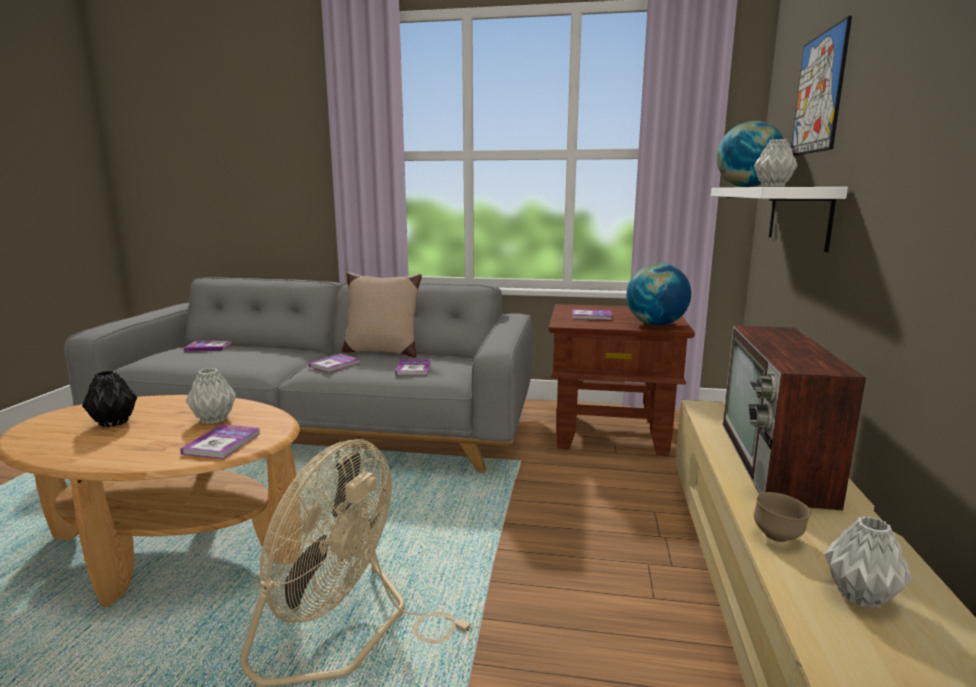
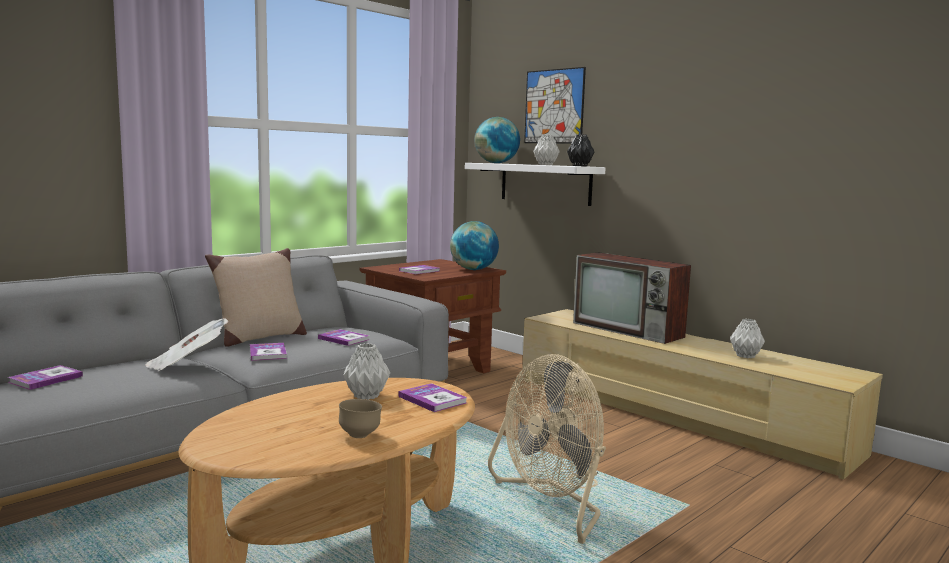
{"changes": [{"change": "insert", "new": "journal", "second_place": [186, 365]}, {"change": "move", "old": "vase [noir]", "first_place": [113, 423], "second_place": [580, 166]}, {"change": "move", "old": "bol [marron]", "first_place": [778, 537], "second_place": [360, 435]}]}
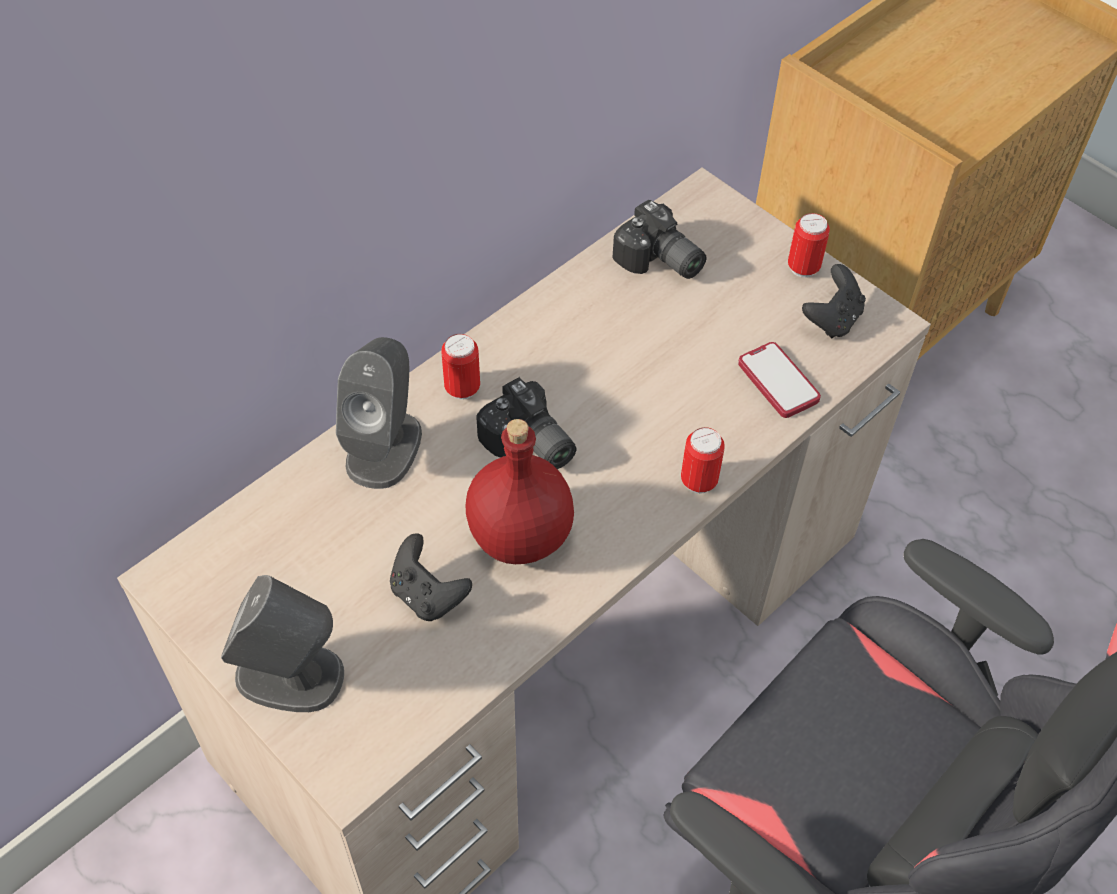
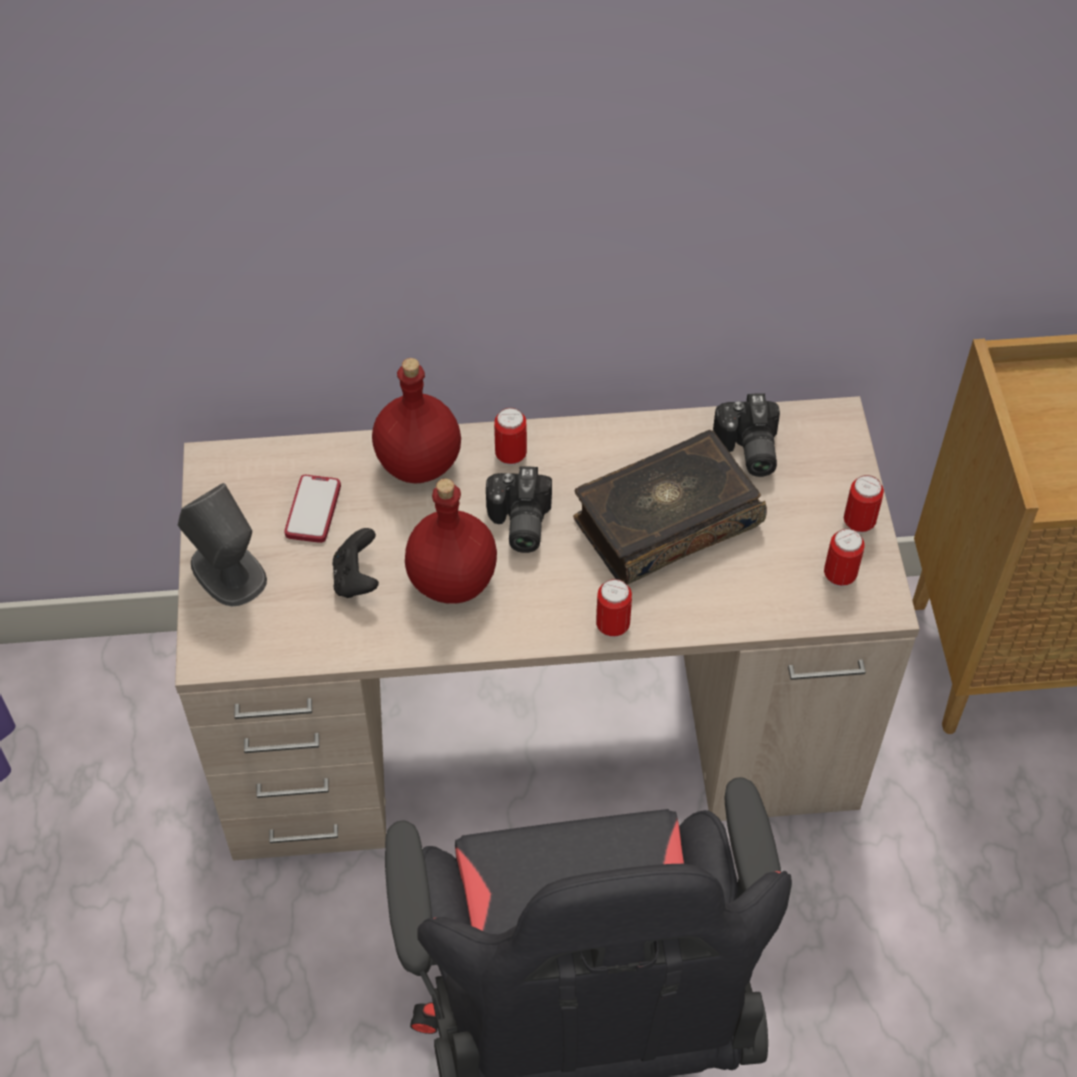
{"changes": [{"change": "insert", "new": "livre", "second_place": [665, 521]}, {"change": "move", "old": "téléphone", "first_place": [778, 381], "second_place": [313, 510]}, {"change": "replace", "old": "enceinte [gris]", "new": "bouteille [rouge]", "first_place": [384, 447], "second_place": [420, 463]}, {"change": "replace", "old": "manette [noir]", "new": "boîte métallique", "first_place": [832, 319], "second_place": [839, 575]}]}
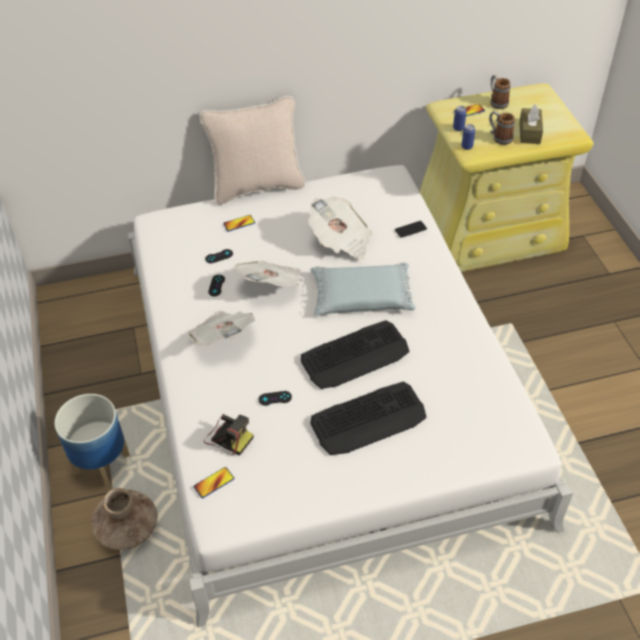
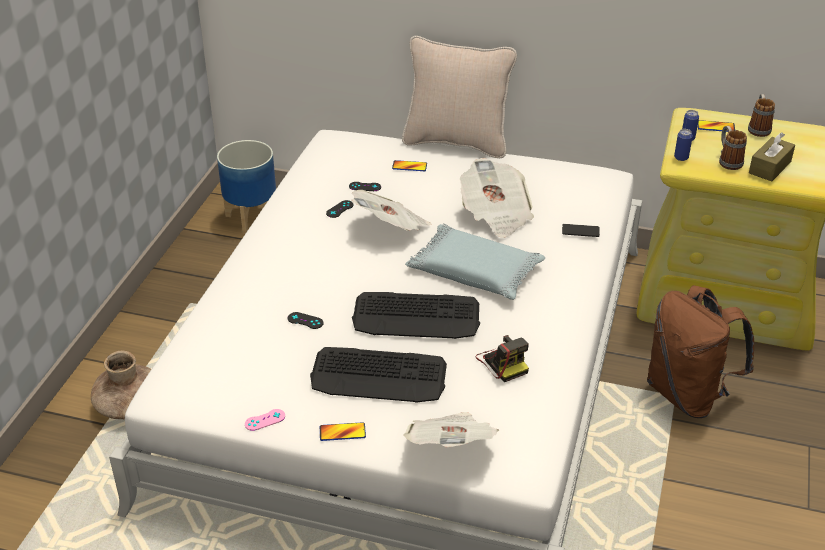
{"changes": [{"change": "insert", "new": "manette [rose]", "second_place": [265, 420]}, {"change": "insert", "new": "sac à dos [marron]", "second_place": [688, 395]}, {"change": "move", "old": "cache-pot", "first_place": [101, 463], "second_place": [251, 217]}, {"change": "move", "old": "journal", "first_place": [222, 338], "second_place": [451, 447]}, {"change": "move", "old": "téléphone", "first_place": [214, 483], "second_place": [342, 432]}, {"change": "move", "old": "appareil photo", "first_place": [228, 437], "second_place": [502, 362]}]}
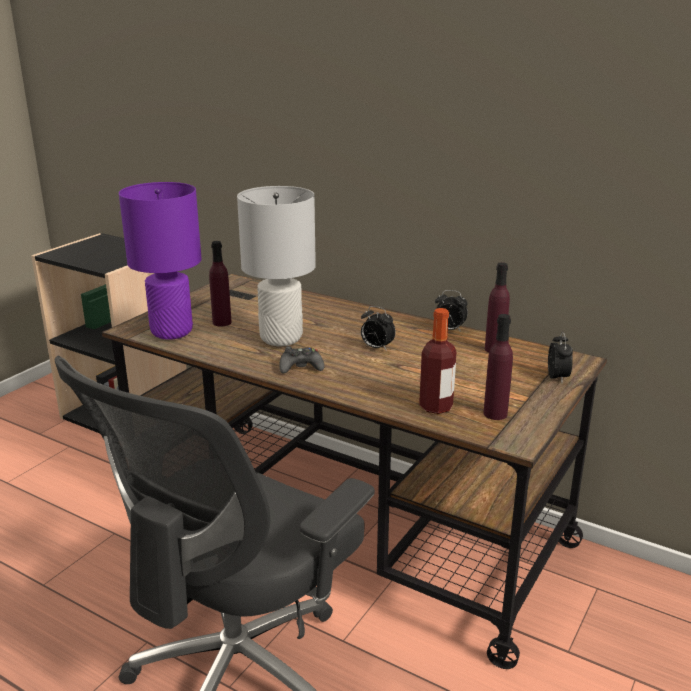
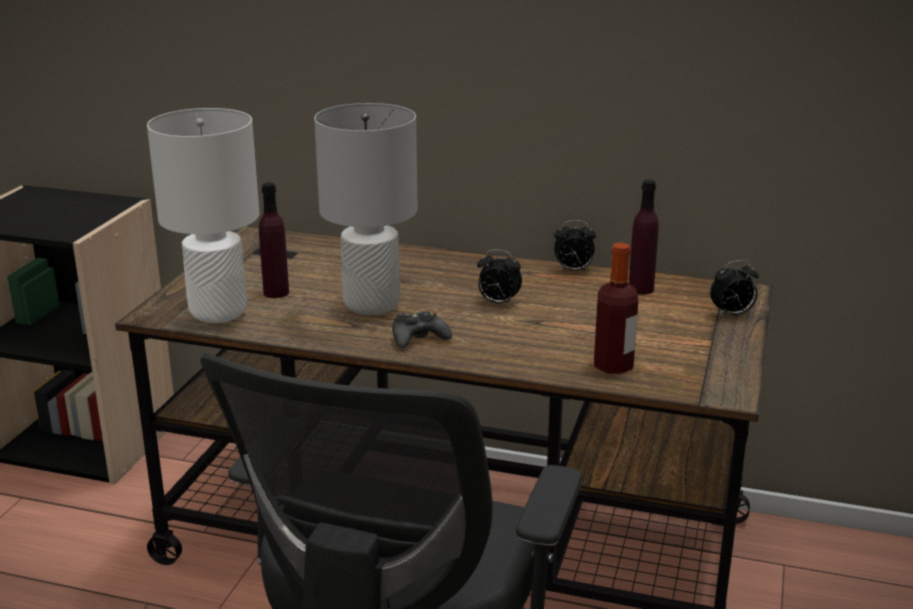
{"changes": [{"change": "delete", "old": "bouteille [violet]", "first_place": [495, 414]}, {"change": "recolor", "old": "lampe de table [violet]", "new": "lampe de table [blanc]", "first_place": [171, 334], "second_place": [217, 316]}, {"change": "rotate", "old": "réveil", "first_place": [557, 378], "second_place": [732, 314], "degrees": 90}]}
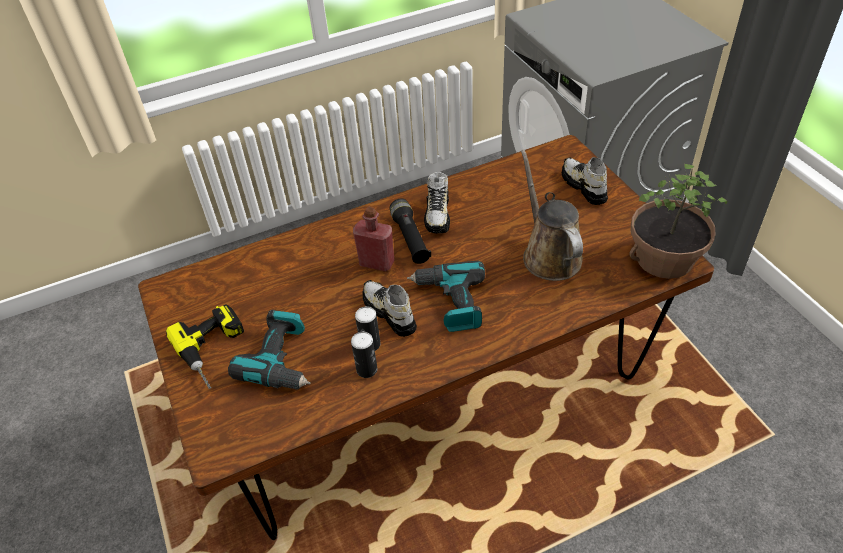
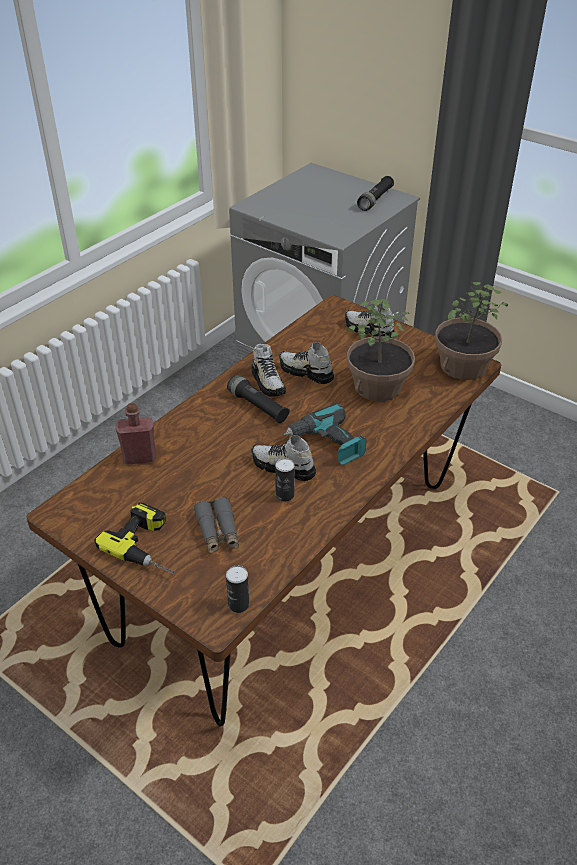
{"changes": [{"change": "insert", "new": "chaussure", "second_place": [306, 372]}, {"change": "insert", "new": "lampe de poche [noir]", "second_place": [375, 200]}, {"change": "move", "old": "boîte métallique", "first_place": [367, 369], "second_place": [238, 604]}, {"change": "move", "old": "bouteille [rouge]", "first_place": [376, 263], "second_place": [140, 458]}, {"change": "replace", "old": "perceuse", "new": "jumelles [gris]", "first_place": [282, 360], "second_place": [218, 532]}, {"change": "replace", "old": "arrosoir [marron]", "new": "plante en pot", "first_place": [549, 254], "second_place": [378, 387]}]}
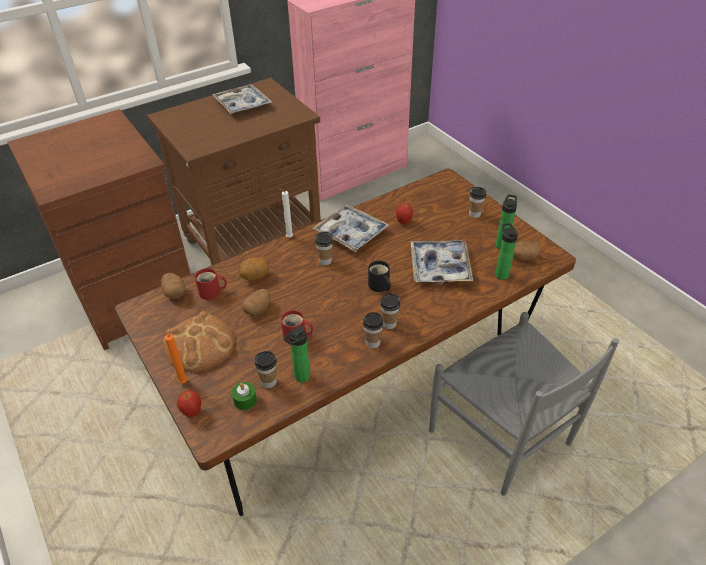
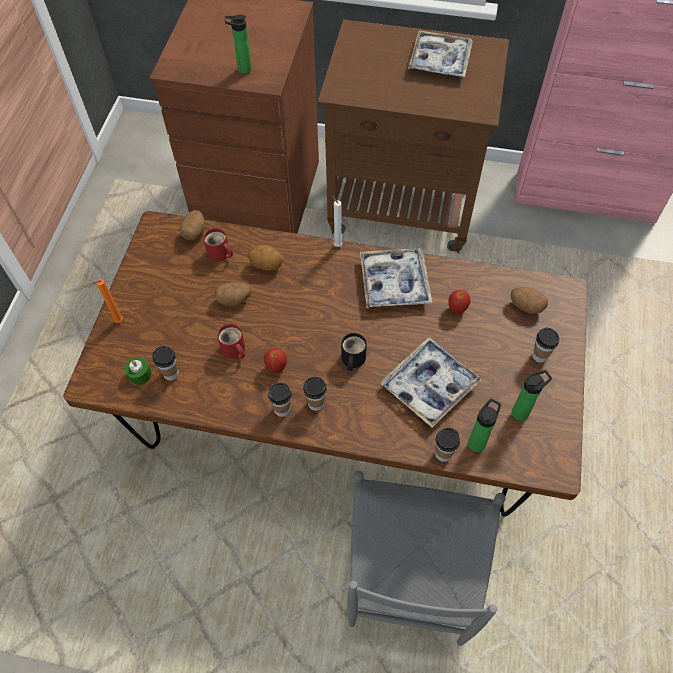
{"changes": [{"change": "delete", "old": "pain", "first_place": [199, 344]}, {"change": "move", "old": "pomme", "first_place": [192, 412], "second_place": [276, 367]}, {"change": "move", "old": "bouteille", "first_place": [300, 378], "second_place": [242, 69]}, {"change": "move", "old": "tasse", "first_place": [325, 261], "second_place": [443, 454]}, {"change": "move", "old": "pomme de terre", "first_place": [523, 257], "second_place": [526, 306]}]}
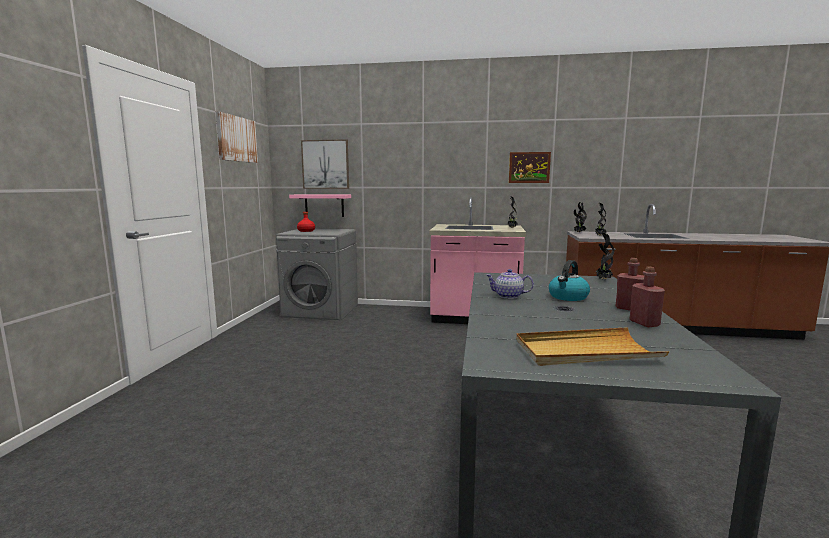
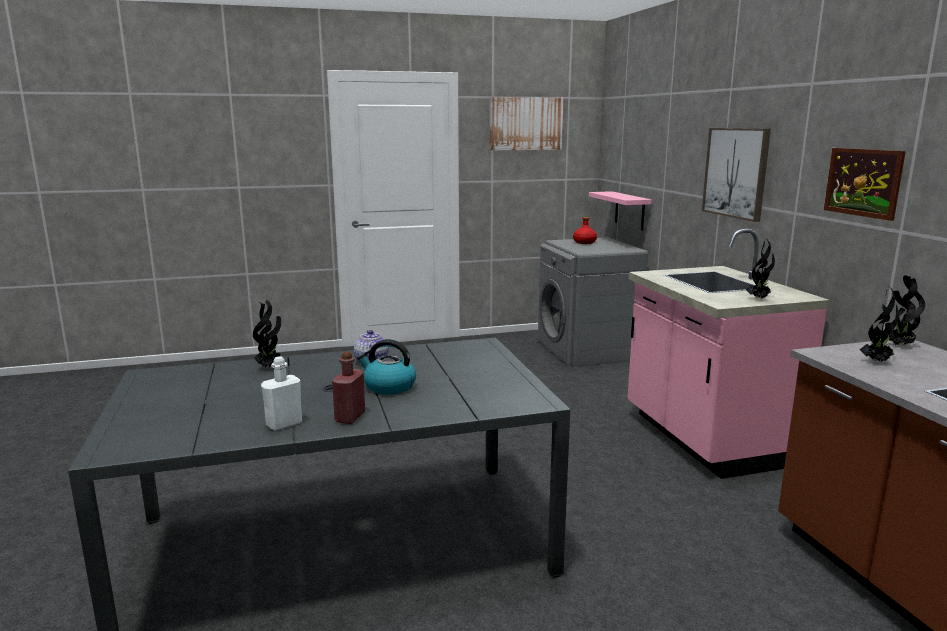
{"changes": [{"change": "delete", "old": "plateau [beige]", "first_place": [585, 351]}, {"change": "move", "old": "tableau", "first_place": [325, 164], "second_place": [736, 172]}, {"change": "move", "old": "plante en pot", "first_place": [603, 279], "second_place": [270, 367]}, {"change": "recolor", "old": "bouteille [rouge]", "new": "bouteille [blanc]", "first_place": [644, 323], "second_place": [284, 424]}]}
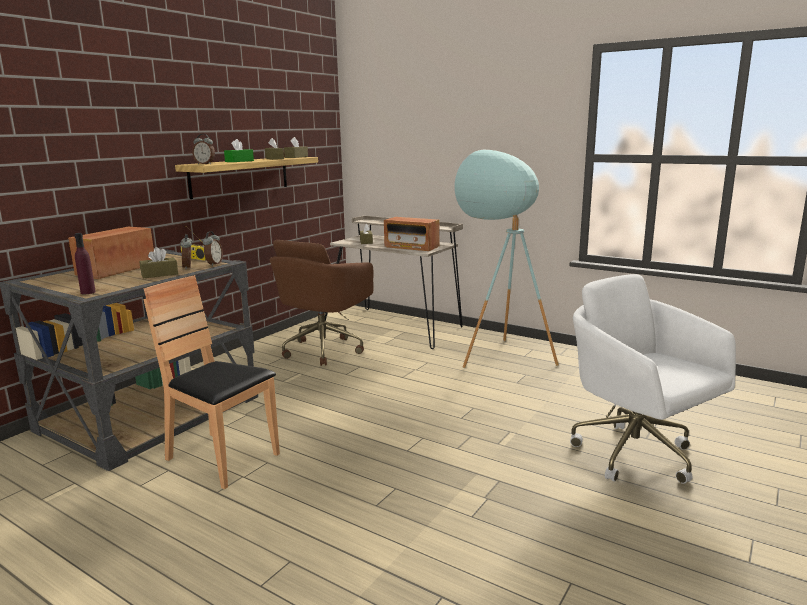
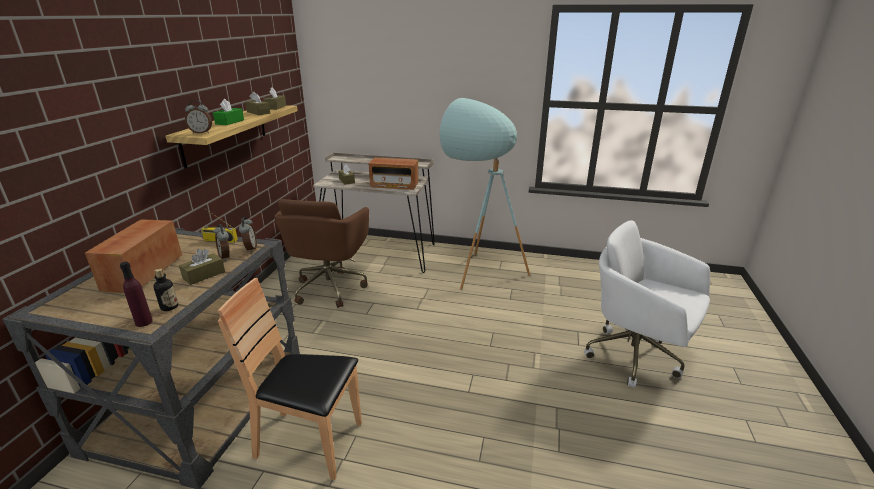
{"changes": [{"change": "insert", "new": "bouteille", "second_place": [169, 307]}]}
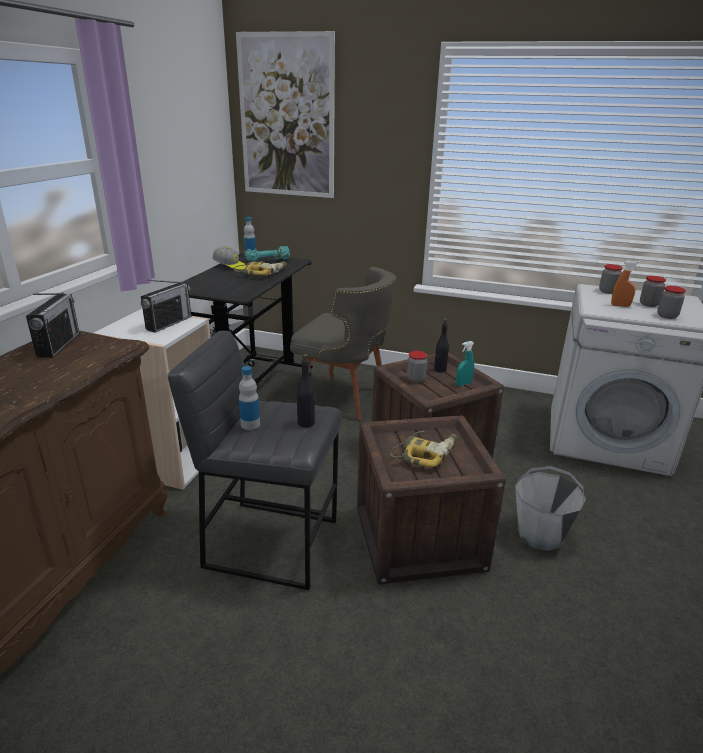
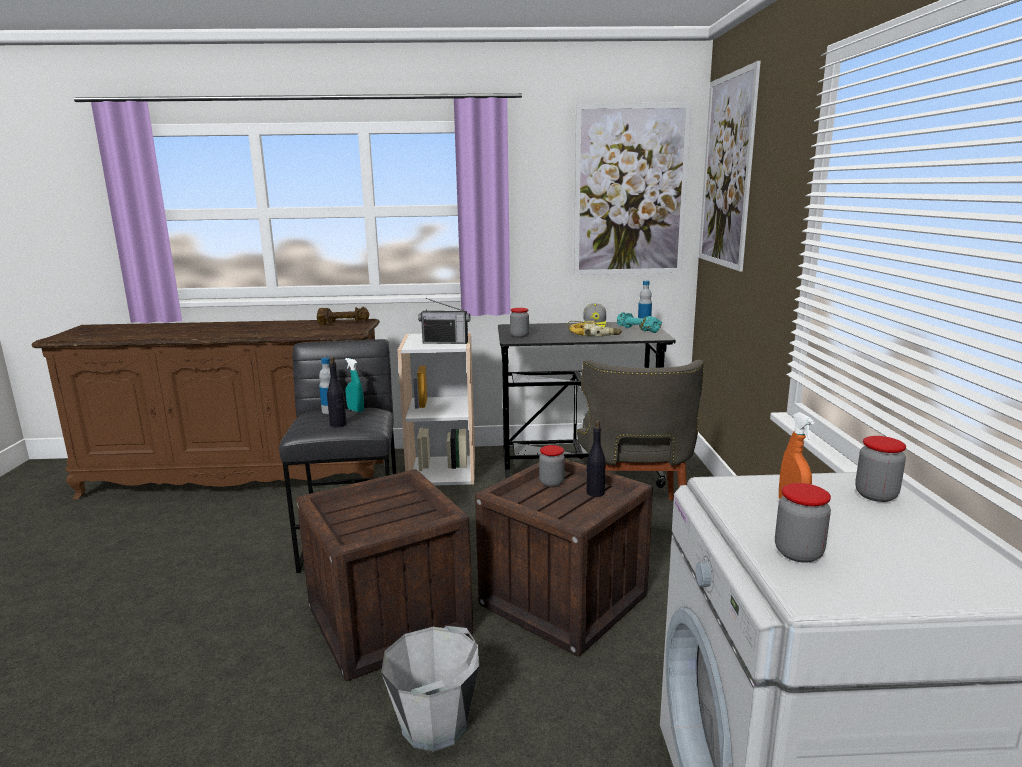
{"changes": [{"change": "delete", "old": "perceuse", "first_place": [425, 453]}, {"change": "insert", "new": "tableau", "second_place": [630, 191]}, {"change": "move", "old": "vaporisateur [turquoise]", "first_place": [463, 384], "second_place": [355, 410]}, {"change": "move", "old": "bocal", "first_place": [649, 304], "second_place": [519, 336]}, {"change": "replace", "old": "radio", "new": "haltère [marron]", "first_place": [59, 345], "second_place": [343, 323]}]}
